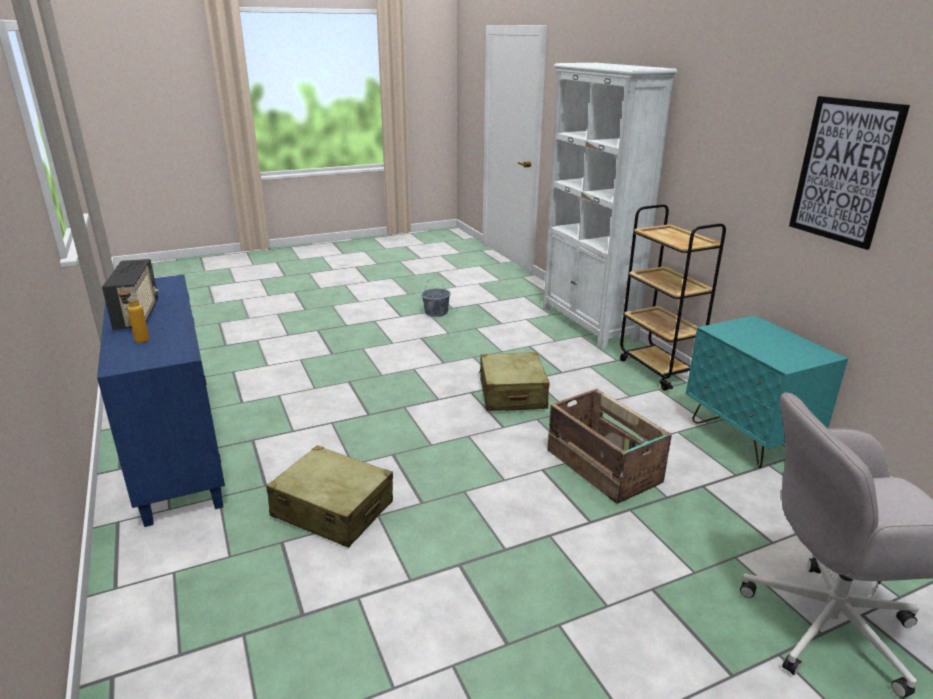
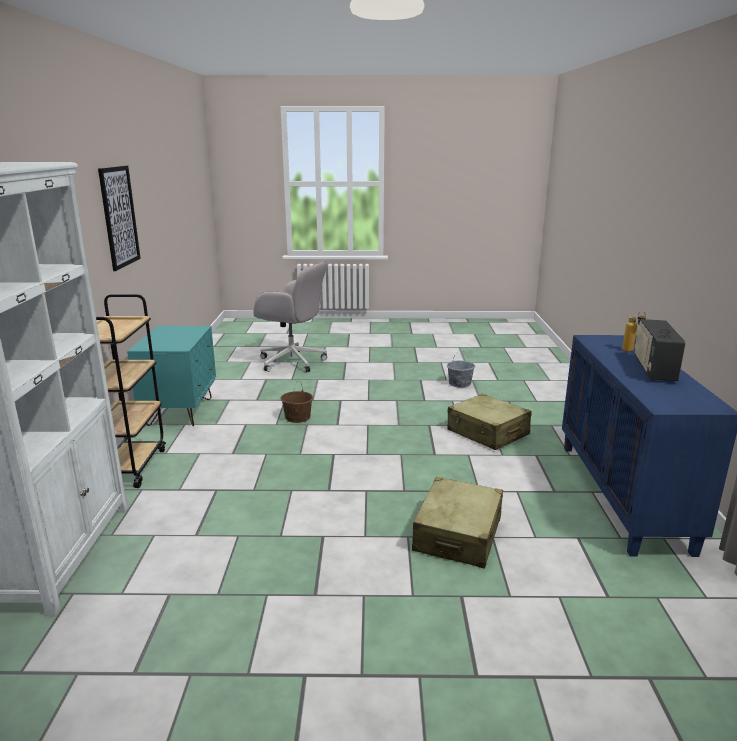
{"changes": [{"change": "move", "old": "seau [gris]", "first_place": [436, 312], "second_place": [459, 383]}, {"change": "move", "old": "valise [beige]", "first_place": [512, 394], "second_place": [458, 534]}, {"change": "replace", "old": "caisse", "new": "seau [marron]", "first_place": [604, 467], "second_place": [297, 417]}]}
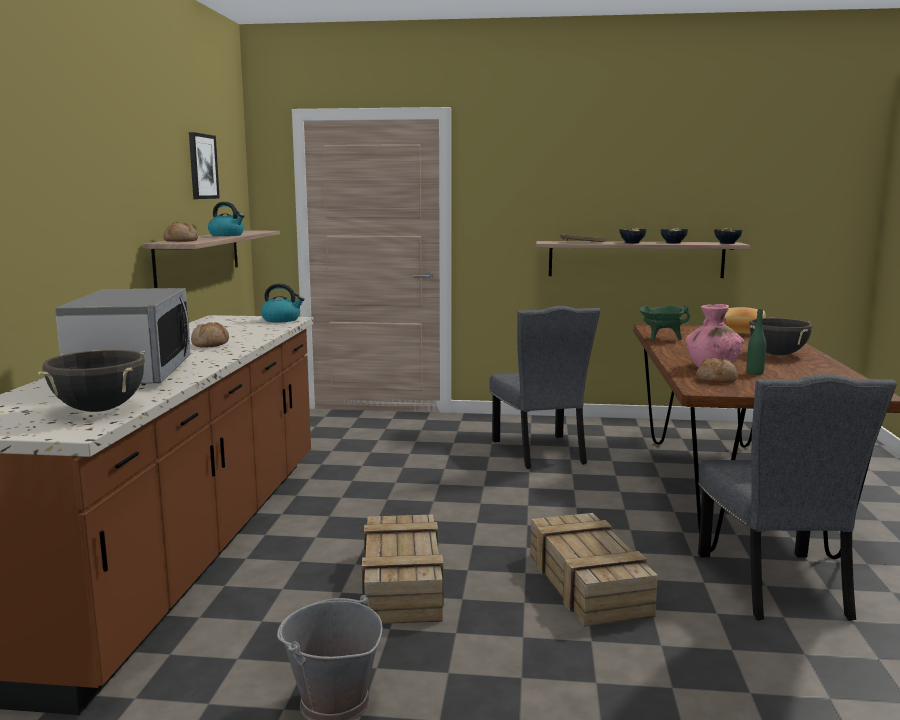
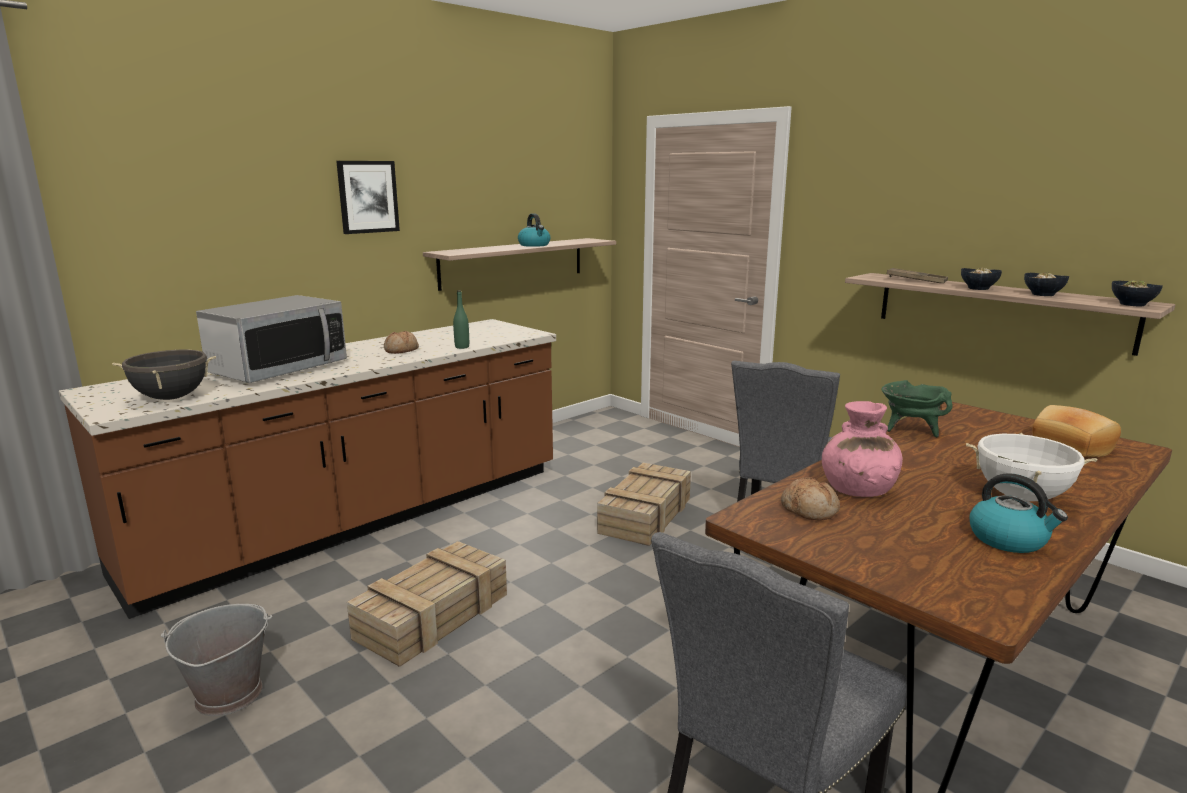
{"changes": [{"change": "delete", "old": "pain", "first_place": [181, 241]}, {"change": "move", "old": "tableau", "first_place": [202, 166], "second_place": [368, 197]}, {"change": "move", "old": "bouilloire", "first_place": [282, 320], "second_place": [1009, 539]}, {"change": "move", "old": "caisse", "first_place": [589, 584], "second_place": [645, 516]}, {"change": "move", "old": "bouteille [vert]", "first_place": [754, 373], "second_place": [462, 347]}, {"change": "recolor", "old": "marmite [noir]", "new": "marmite [blanc]", "first_place": [777, 354], "second_place": [1021, 497]}]}
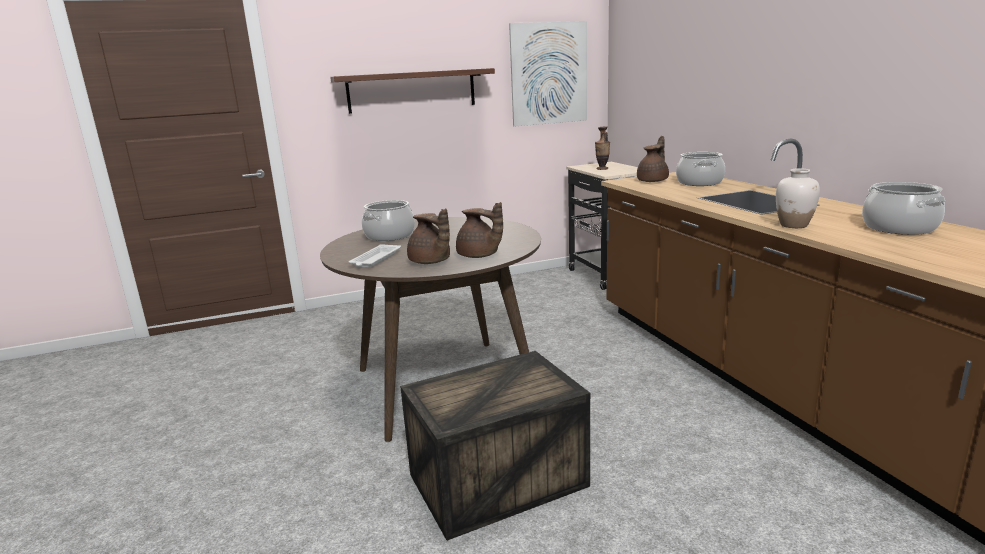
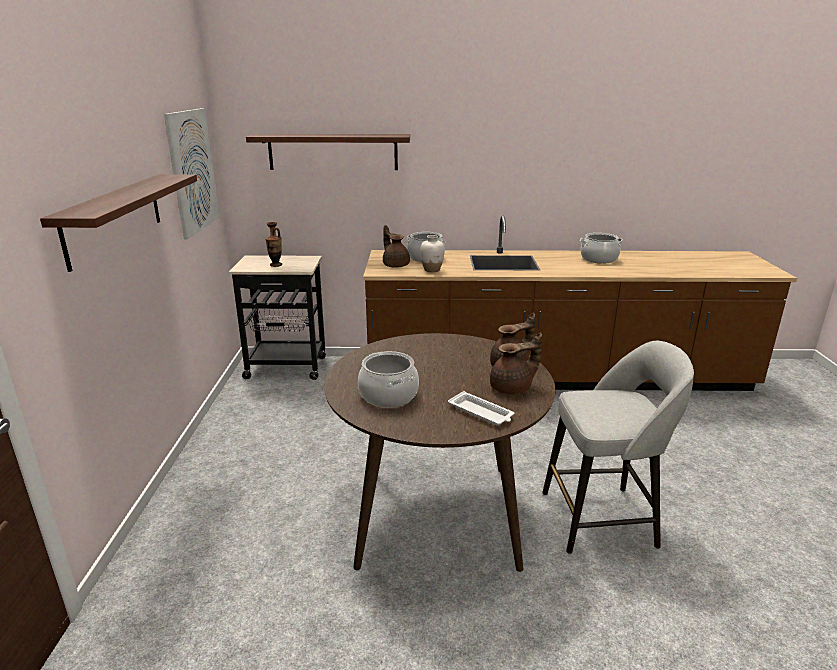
{"changes": [{"change": "insert", "new": "étagère", "second_place": [333, 152]}, {"change": "move", "old": "vase [blanc]", "first_place": [794, 225], "second_place": [432, 270]}, {"change": "replace", "old": "caisse", "new": "tabouret [gris]", "first_place": [496, 482], "second_place": [602, 519]}]}
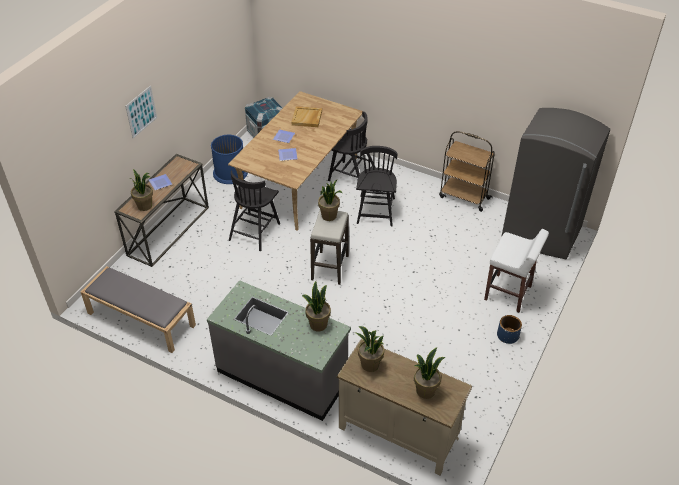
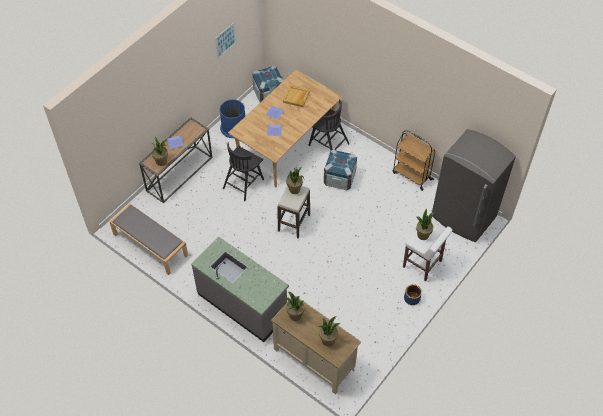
{"changes": [{"change": "move", "old": "tableau", "first_place": [141, 111], "second_place": [225, 40]}, {"change": "move", "old": "plante en pot", "first_place": [318, 324], "second_place": [422, 235]}, {"change": "replace", "old": "chaise [noir]", "new": "caisse", "first_place": [376, 211], "second_place": [339, 178]}]}
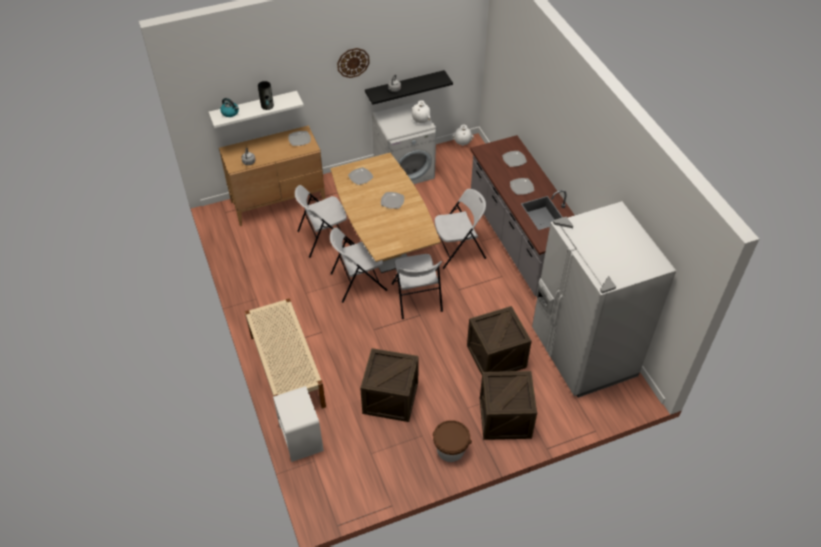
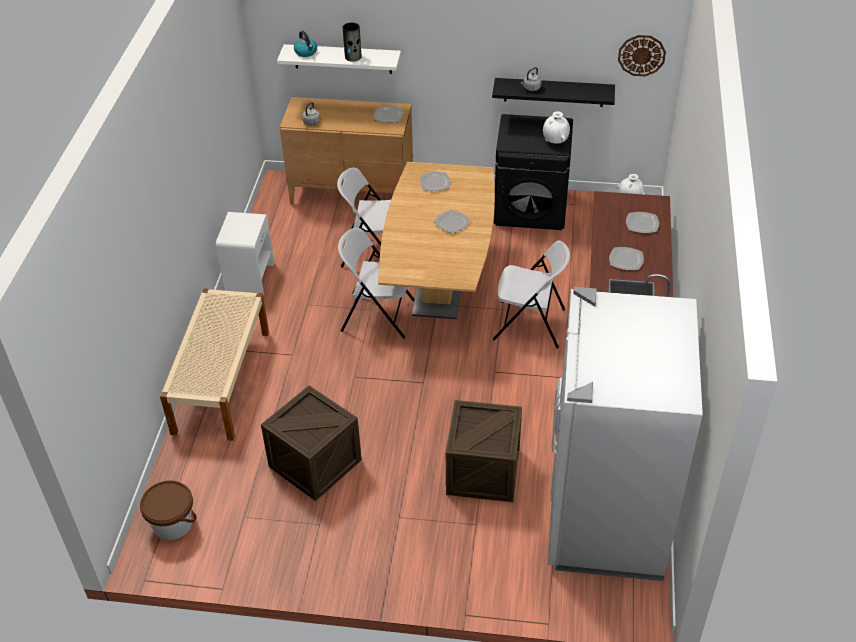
{"changes": [{"change": "delete", "old": "chaise [blanc]", "first_place": [416, 297]}, {"change": "delete", "old": "caisse", "first_place": [505, 418]}, {"change": "move", "old": "table de chevet [blanc]", "first_place": [301, 437], "second_place": [250, 278]}, {"change": "move", "old": "horloge murale", "first_place": [353, 62], "second_place": [641, 55]}, {"change": "move", "old": "seau [marron]", "first_place": [450, 449], "second_place": [173, 523]}, {"change": "recolor", "old": "lave-linge [blanc]", "new": "lave-linge [noir]", "first_place": [405, 171], "second_place": [531, 209]}]}
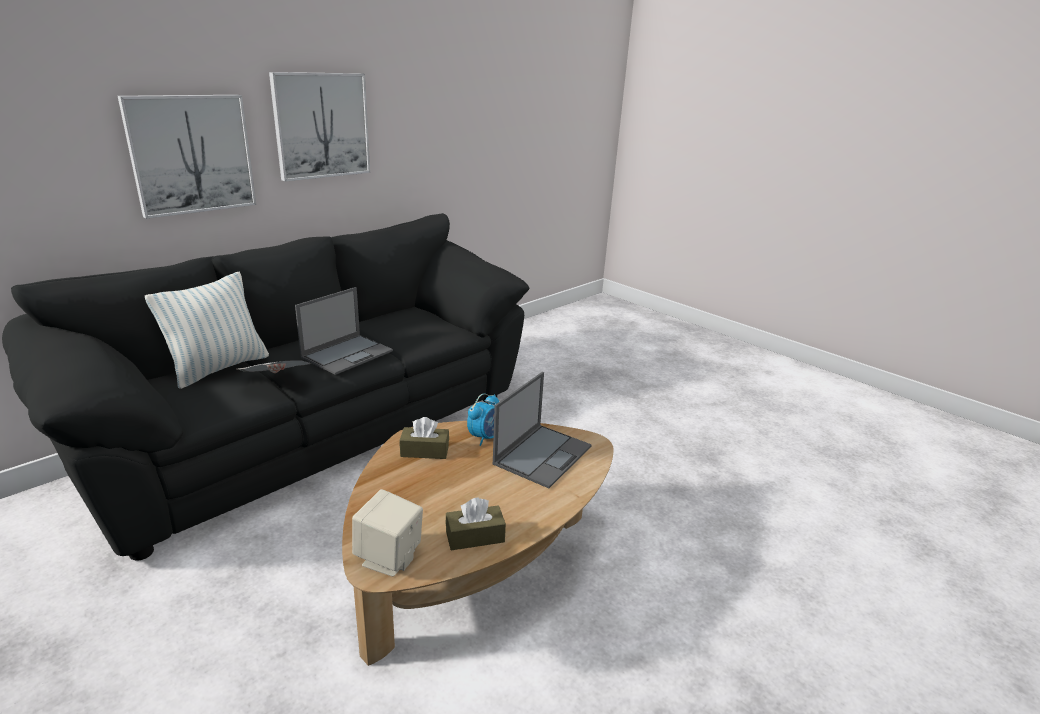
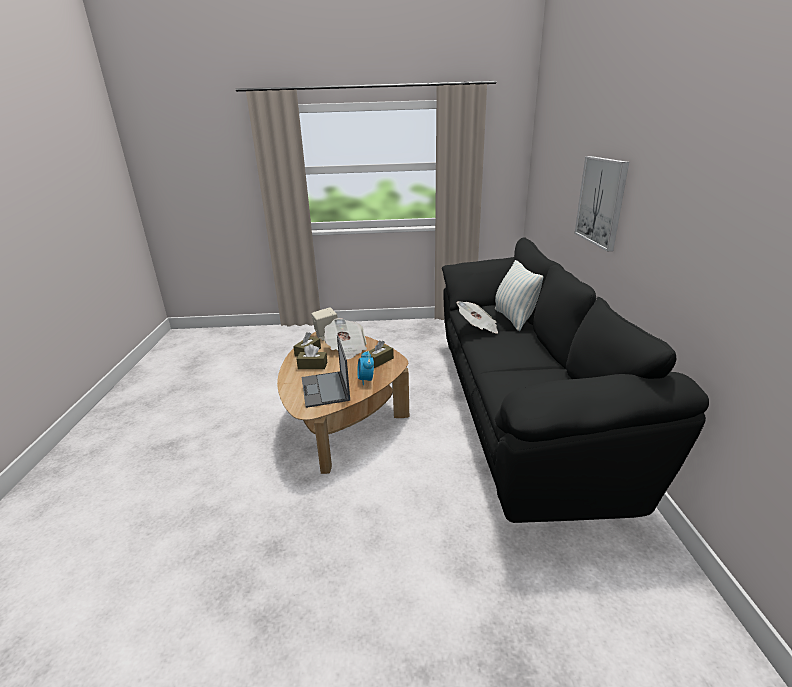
{"changes": [{"change": "delete", "old": "tableau", "first_place": [321, 125]}, {"change": "delete", "old": "ordinateur portable", "first_place": [348, 354]}, {"change": "insert", "new": "boîte à mouchoirs [marron]", "second_place": [312, 365]}, {"change": "insert", "new": "journal", "second_place": [346, 349]}]}
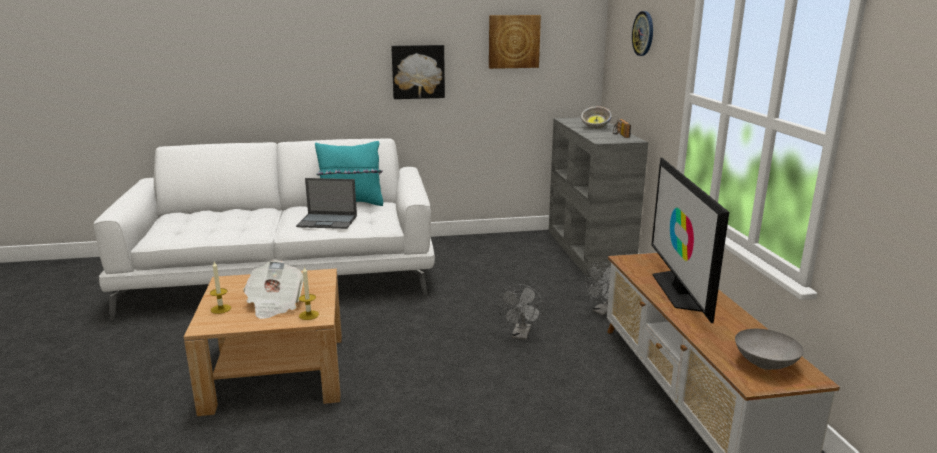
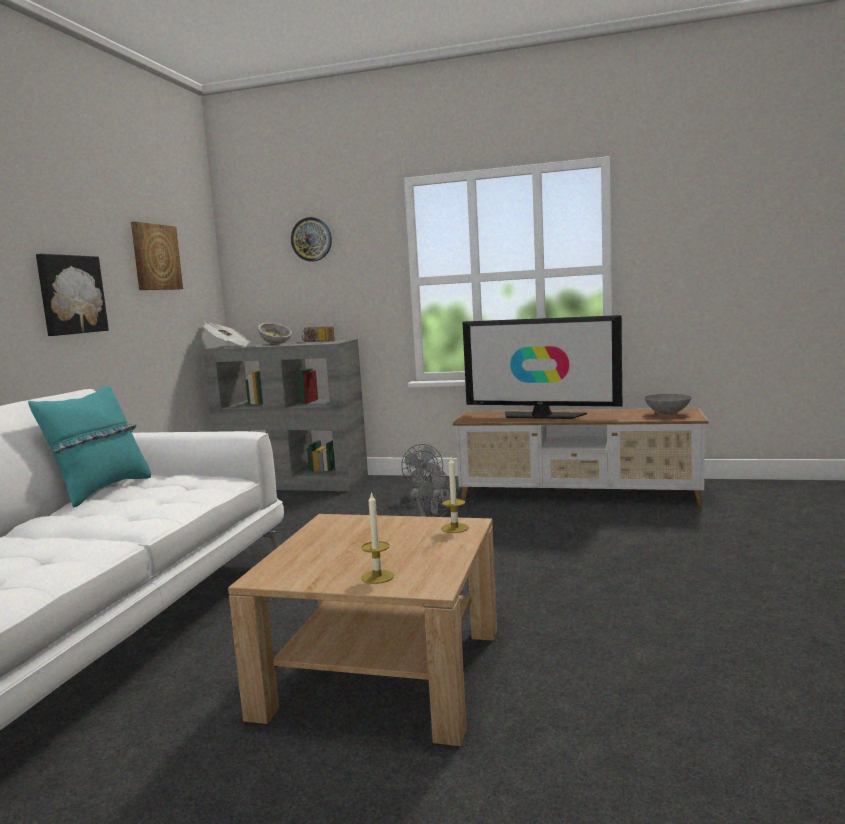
{"changes": [{"change": "delete", "old": "ordinateur portable", "first_place": [328, 221]}, {"change": "move", "old": "journal", "first_place": [275, 304], "second_place": [229, 346]}]}
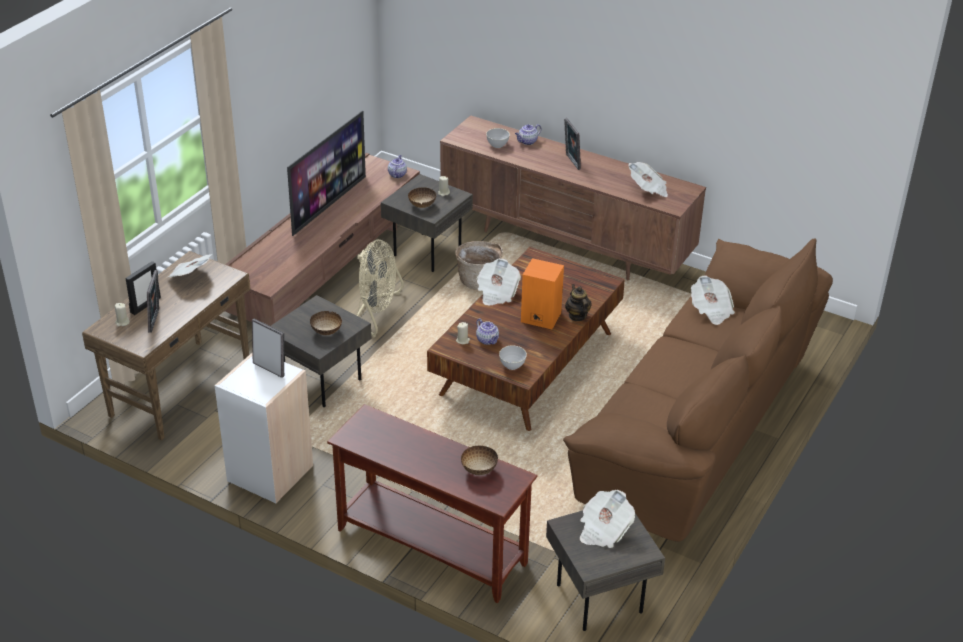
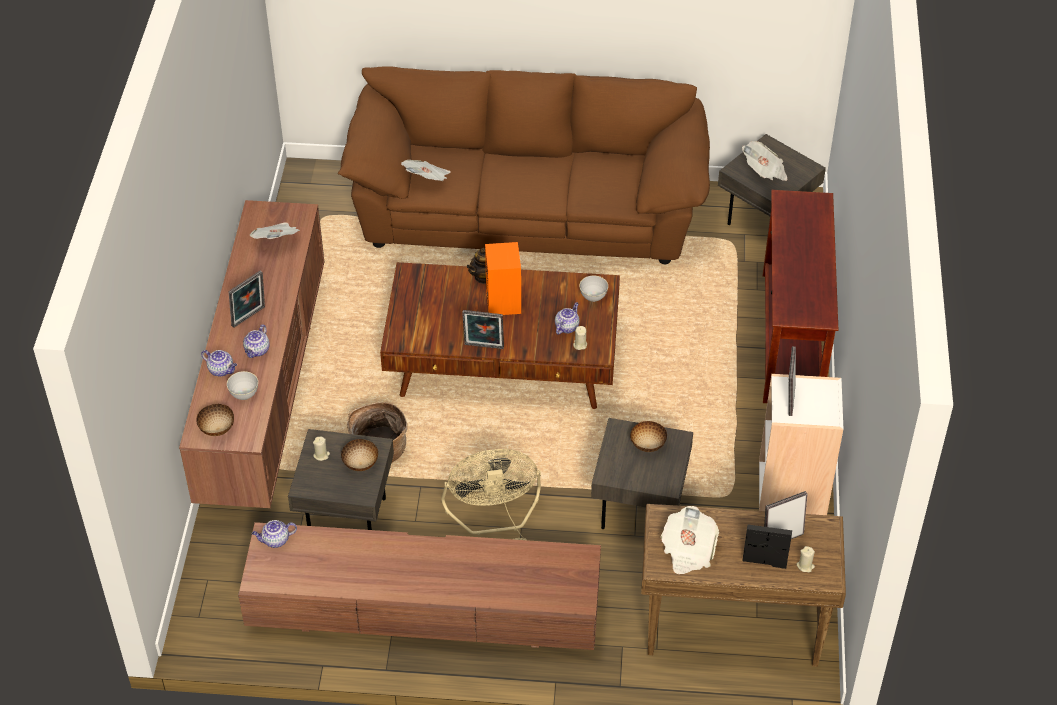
{"changes": [{"change": "delete", "old": "téléviseur", "first_place": [328, 205]}, {"change": "insert", "new": "théière", "second_place": [257, 351]}, {"change": "move", "old": "bol", "first_place": [479, 469], "second_place": [216, 429]}, {"change": "replace", "old": "journal", "new": "cadre photo", "first_place": [497, 293], "second_place": [483, 347]}]}
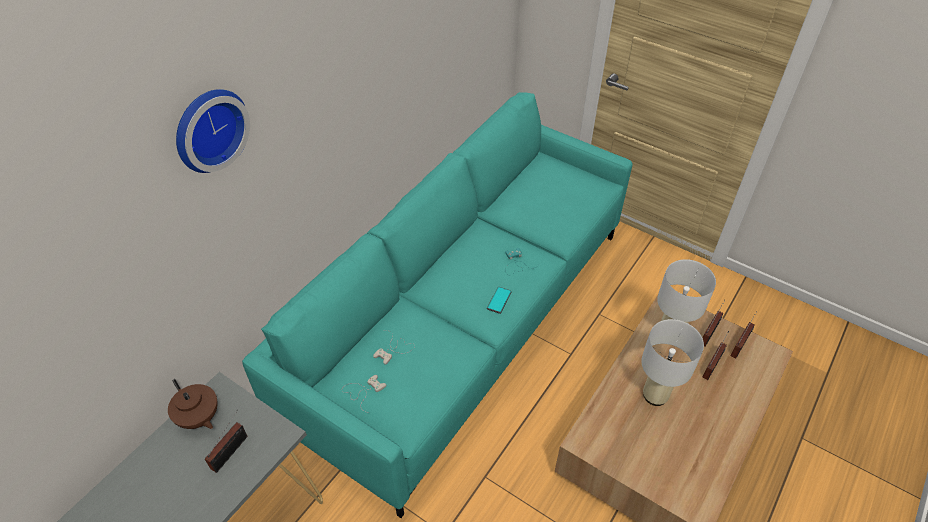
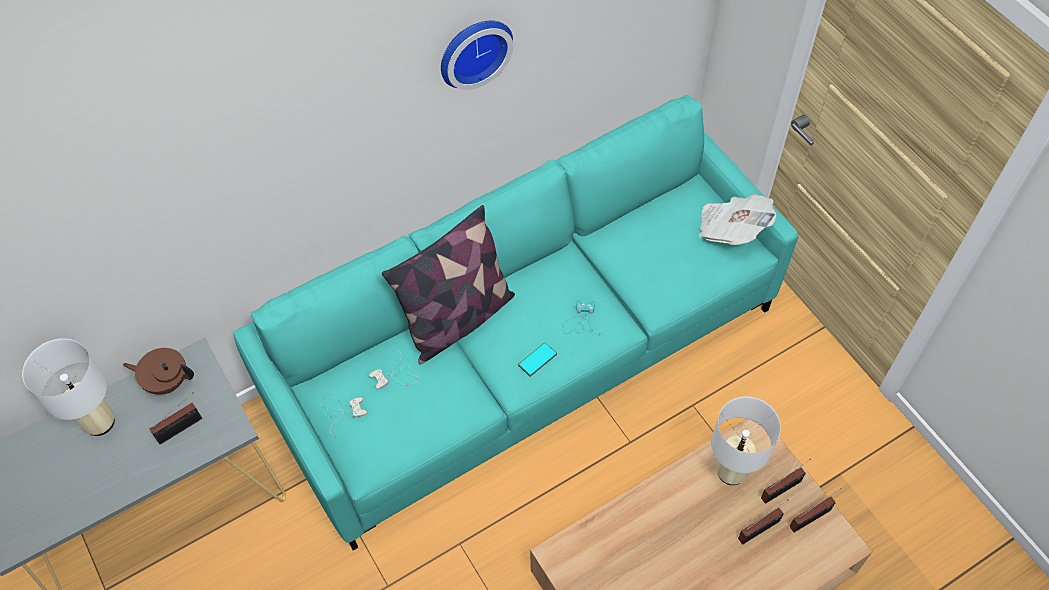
{"changes": [{"change": "insert", "new": "coussin", "second_place": [457, 319]}, {"change": "insert", "new": "journal", "second_place": [731, 229]}, {"change": "move", "old": "horloge murale", "first_place": [208, 128], "second_place": [473, 50]}, {"change": "move", "old": "lampe de table [blanc]", "first_place": [654, 396], "second_place": [98, 423]}, {"change": "rotate", "old": "théière [marron]", "first_place": [199, 418], "second_place": [167, 381], "degrees": 120}]}
